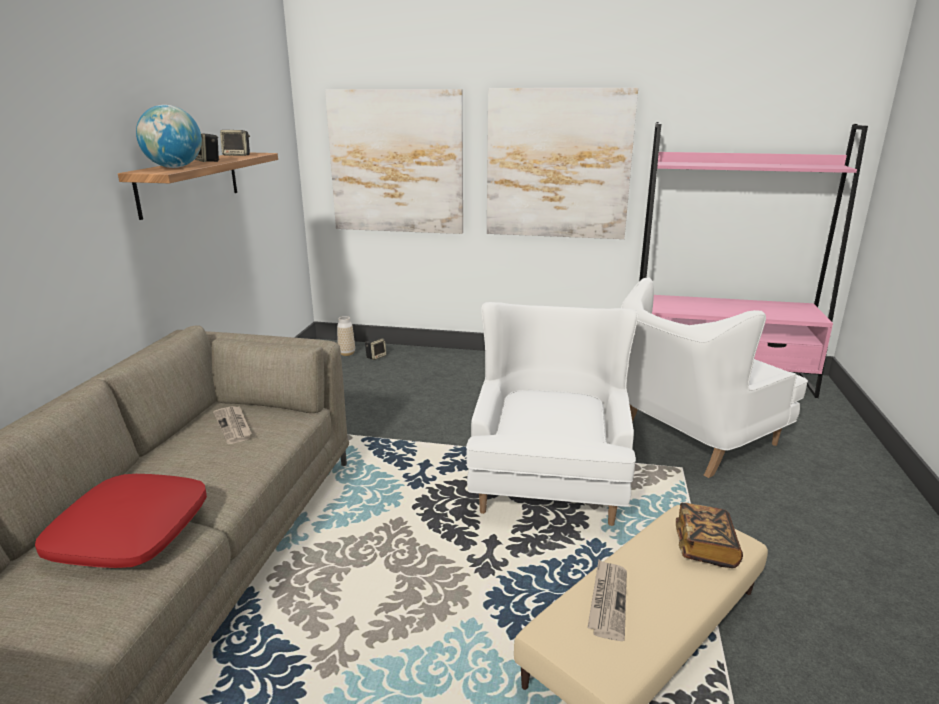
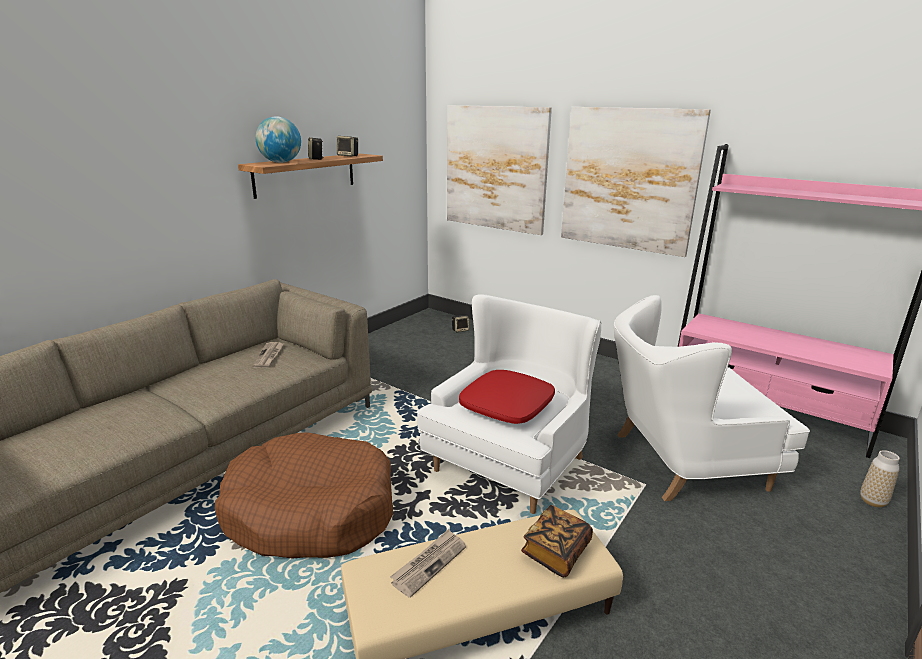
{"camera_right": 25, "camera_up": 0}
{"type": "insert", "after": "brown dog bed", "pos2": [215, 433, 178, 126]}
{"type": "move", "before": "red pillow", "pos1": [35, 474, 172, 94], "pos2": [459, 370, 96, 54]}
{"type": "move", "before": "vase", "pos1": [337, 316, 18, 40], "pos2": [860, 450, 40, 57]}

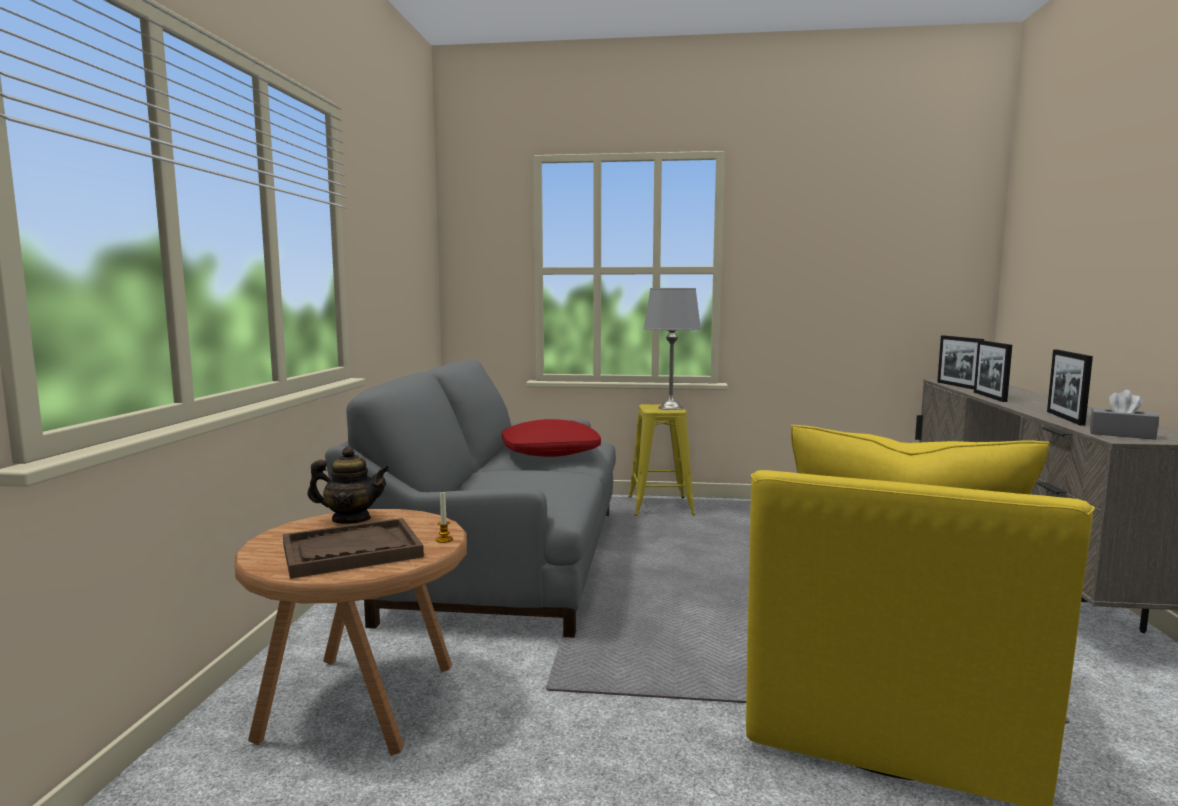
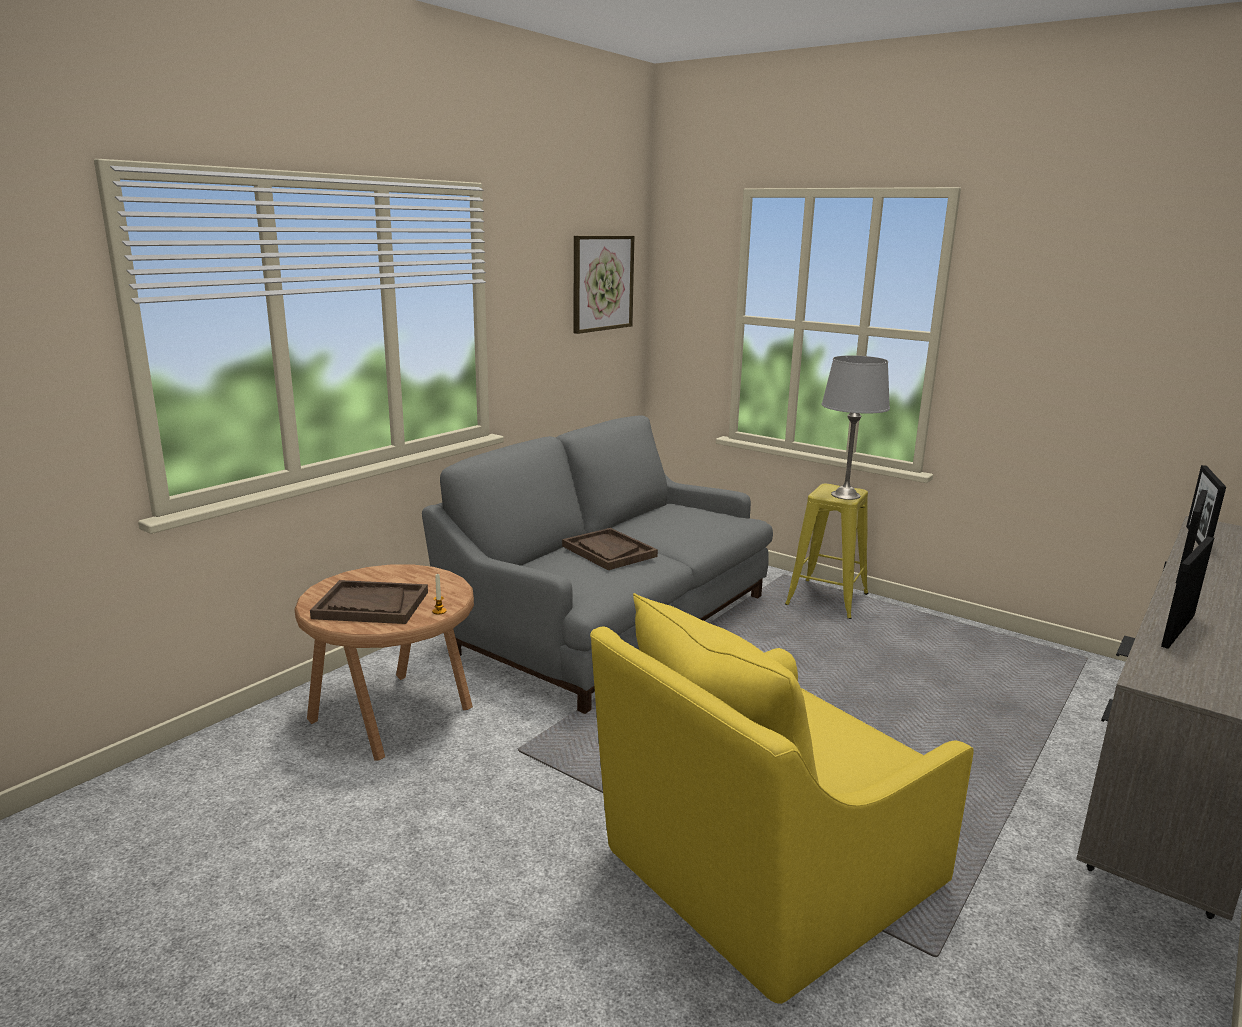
{"camera_right": 30, "camera_up": 10}
{"type": "insert", "after": "brown tray", "pos2": [562, 528, 96, 42]}
{"type": "insert", "after": "picture", "pos2": [574, 236, 61, 98]}
{"type": "delete", "before": "teapot", "pos1": [307, 446, 83, 78]}
{"type": "delete", "before": "red pillow", "pos1": [502, 419, 99, 38]}
{"type": "delete", "before": "grey tissue box", "pos1": [1090, 390, 69, 50]}

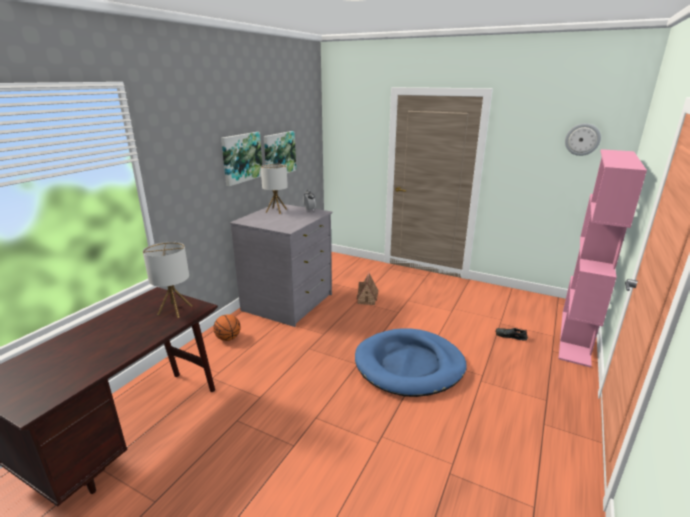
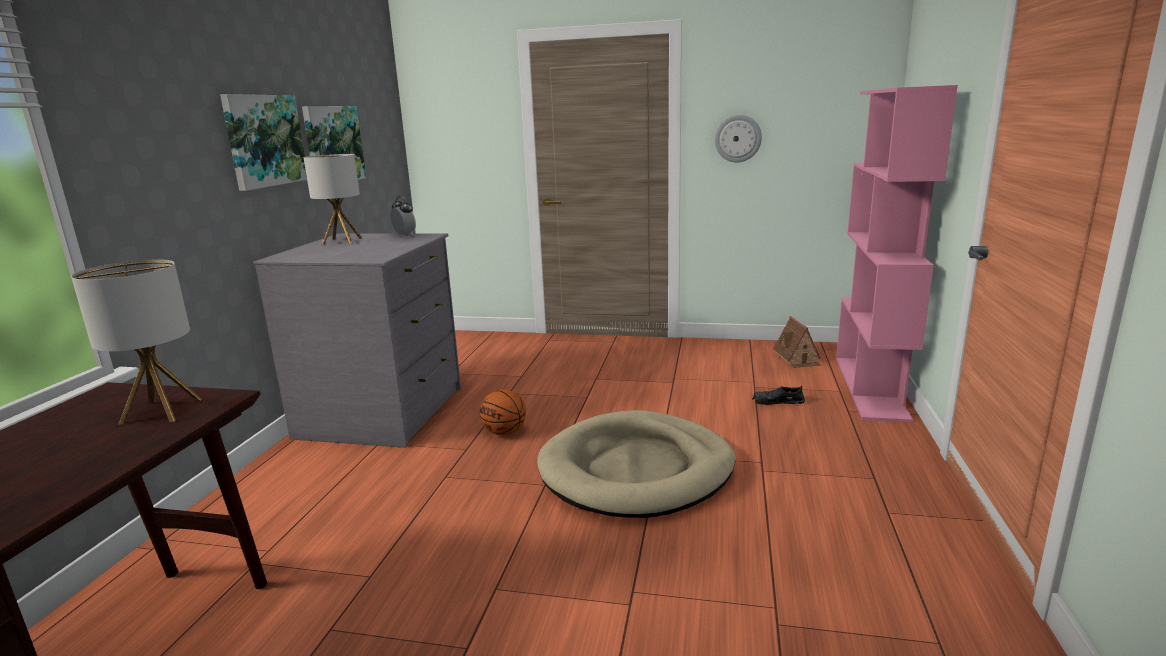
{"camera_right": -15, "camera_up": -5}
{"type": "move", "before": "basketball", "pos1": [213, 314, 28, 27], "pos2": [480, 389, 46, 47]}
{"type": "recolor", "before": "blue dog bed", "after": "beige dog bed", "pos1": [355, 328, 112, 69], "pos2": [537, 410, 198, 108]}
{"type": "move", "before": "wall clock", "pos1": [565, 123, 36, 33], "pos2": [715, 115, 47, 47]}
{"type": "move", "before": "toy house", "pos1": [356, 272, 22, 33], "pos2": [773, 316, 48, 52]}

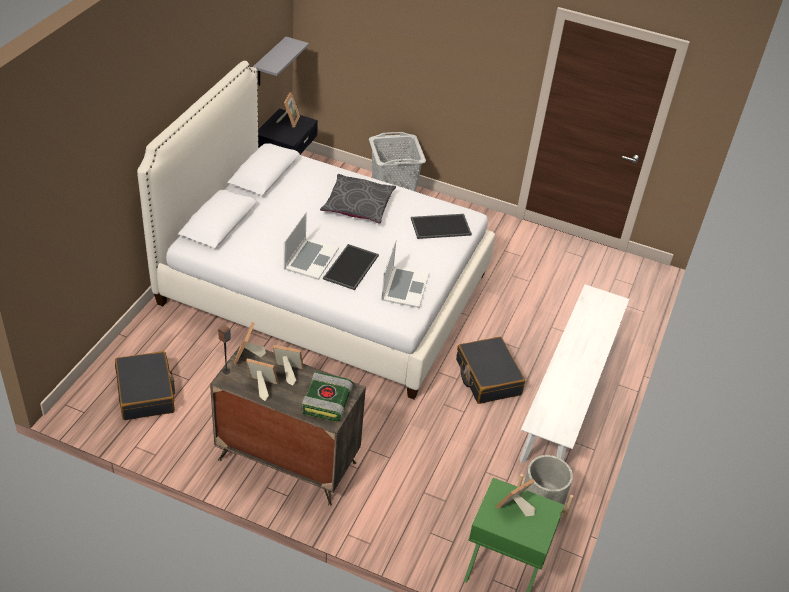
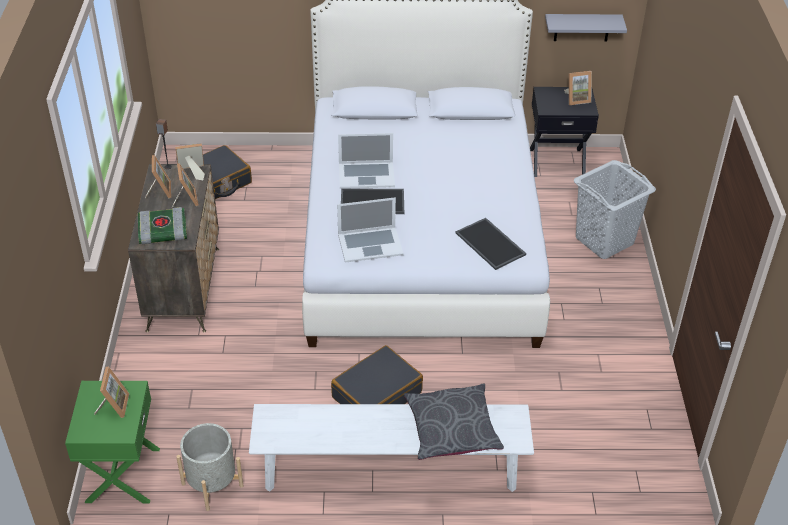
{"camera_right": 70, "camera_up": 0}
{"type": "rotate", "before": "picture frame", "pos1": [496, 479, 39, 37], "pos2": [94, 366, 35, 52], "turn": 60}
{"type": "move", "before": "grey pillow", "pos1": [320, 174, 76, 50], "pos2": [404, 383, 100, 77]}

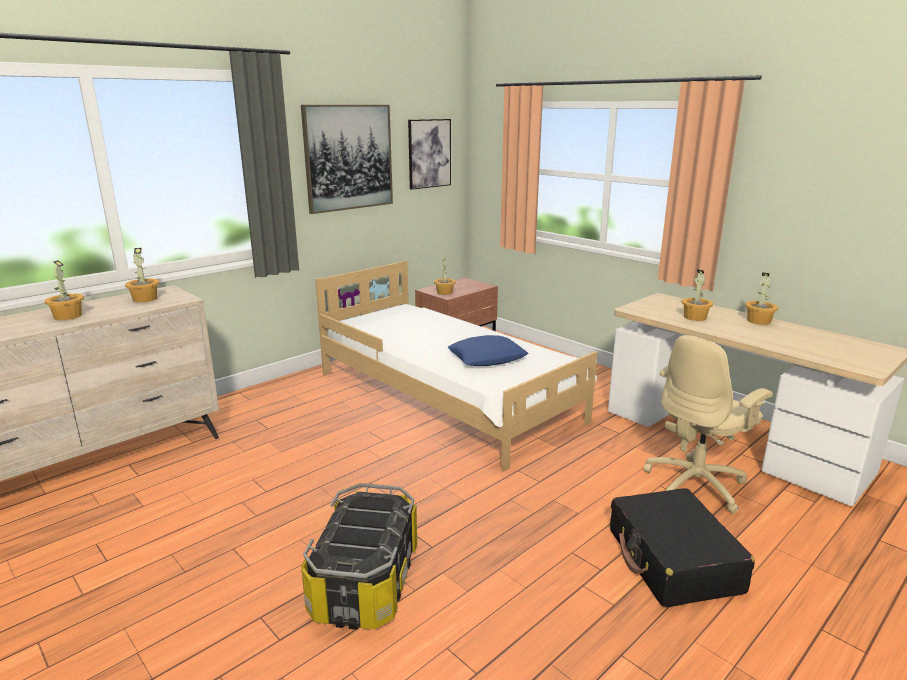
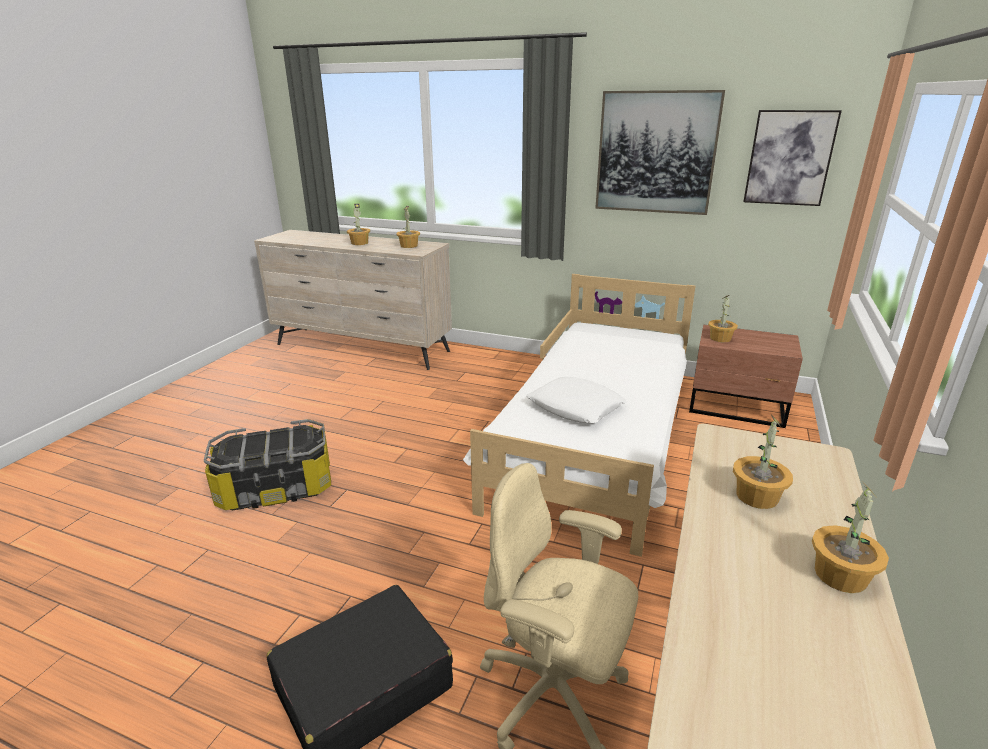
{"camera_right": 65, "camera_up": 5}
{"type": "recolor", "before": "blue pillow", "after": "white pillow", "pos1": [448, 335, 80, 31], "pos2": [526, 377, 101, 46]}

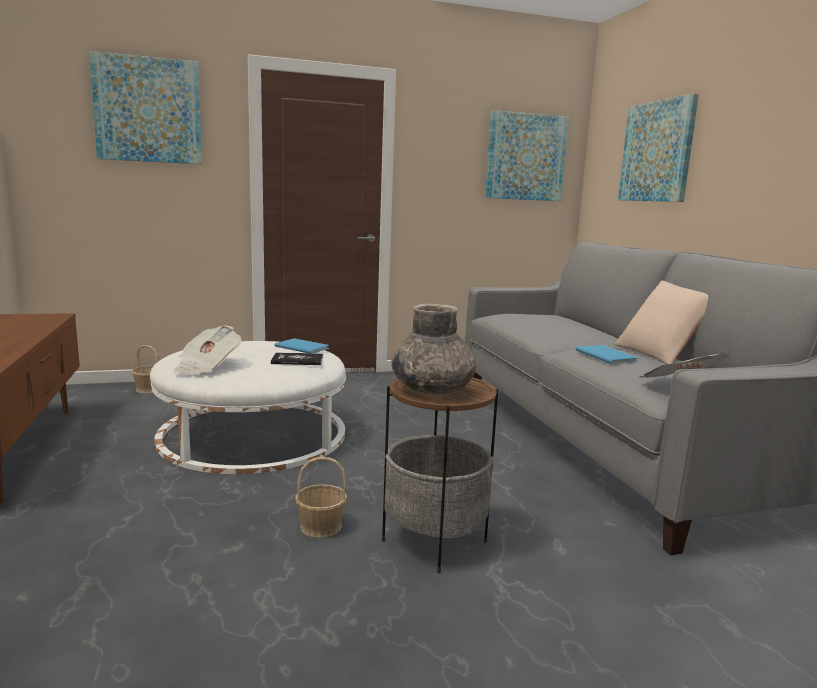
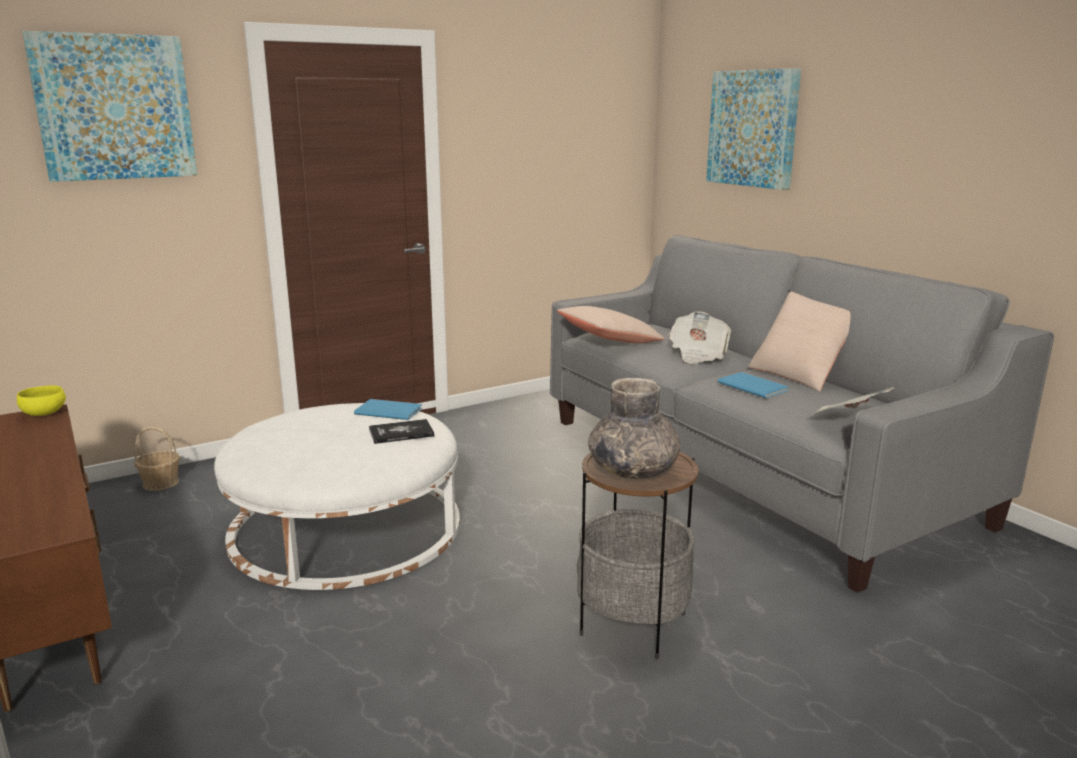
{"camera_right": -15, "camera_up": 5}
{"type": "insert", "after": "yellow bowl", "pos2": [17, 385, 49, 31]}
{"type": "insert", "after": "beige pillow", "pos2": [557, 306, 108, 37]}
{"type": "move", "before": "newspaper", "pos1": [173, 325, 68, 49], "pos2": [668, 311, 63, 53]}
{"type": "delete", "before": "basket", "pos1": [295, 457, 52, 81]}
{"type": "delete", "before": "picture", "pos1": [485, 110, 84, 91]}

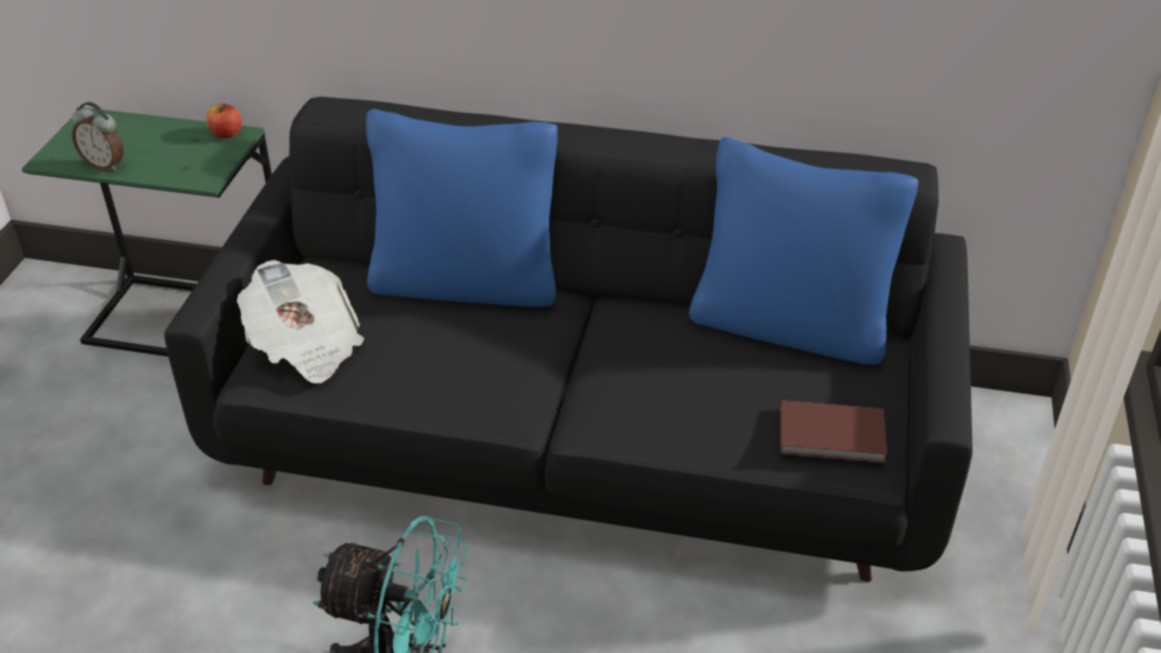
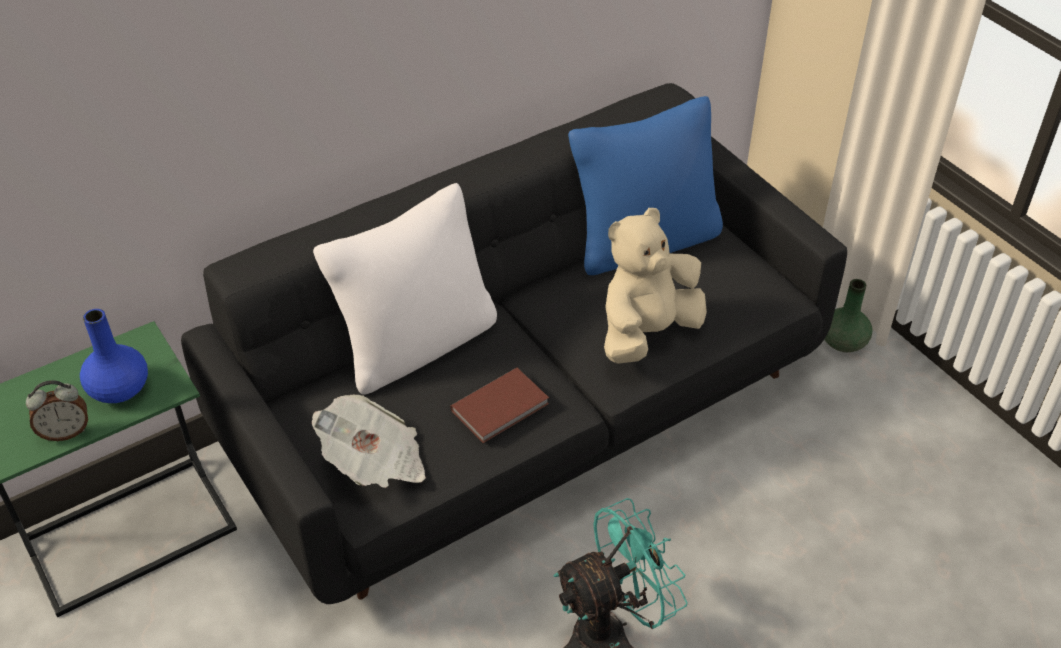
{"camera_right": -45, "camera_up": 5}
{"type": "insert", "after": "blue vase", "pos2": [80, 309, 68, 94]}
{"type": "recolor", "before": "blue pillow", "after": "white pillow", "pos1": [366, 109, 192, 198], "pos2": [313, 183, 184, 212]}
{"type": "move", "before": "brown book", "pos1": [780, 400, 108, 63], "pos2": [450, 368, 99, 75]}
{"type": "insert", "after": "beige plush toy", "pos2": [604, 208, 103, 156]}
{"type": "insert", "after": "green vase", "pos2": [824, 279, 49, 73]}
{"type": "delete", "before": "apple", "pos1": [206, 103, 36, 35]}

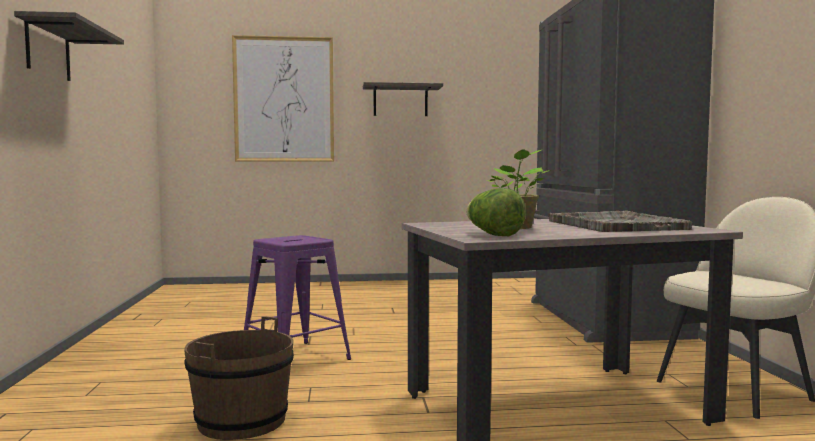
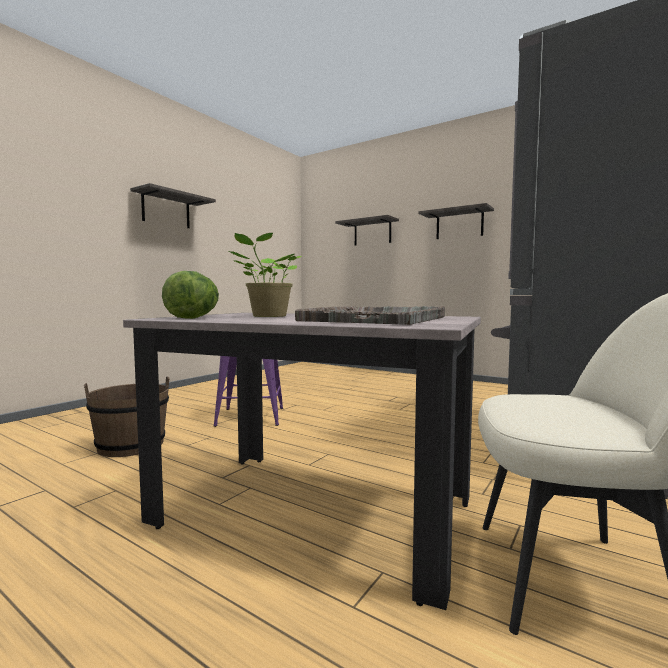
{"camera_right": 40, "camera_up": 0}
{"type": "replace", "before": "picture", "after": "shelf", "pos1": [232, 35, 102, 126], "pos2": [335, 215, 64, 31]}

